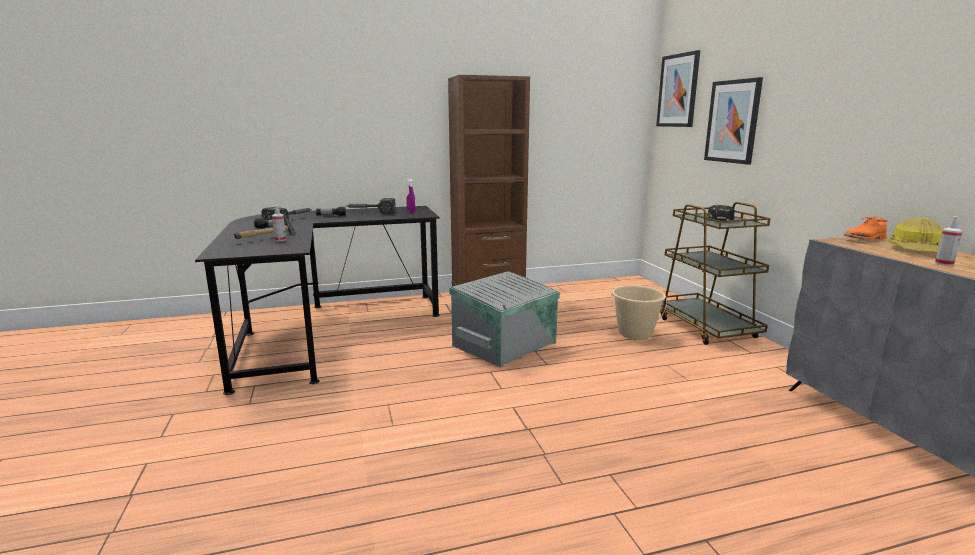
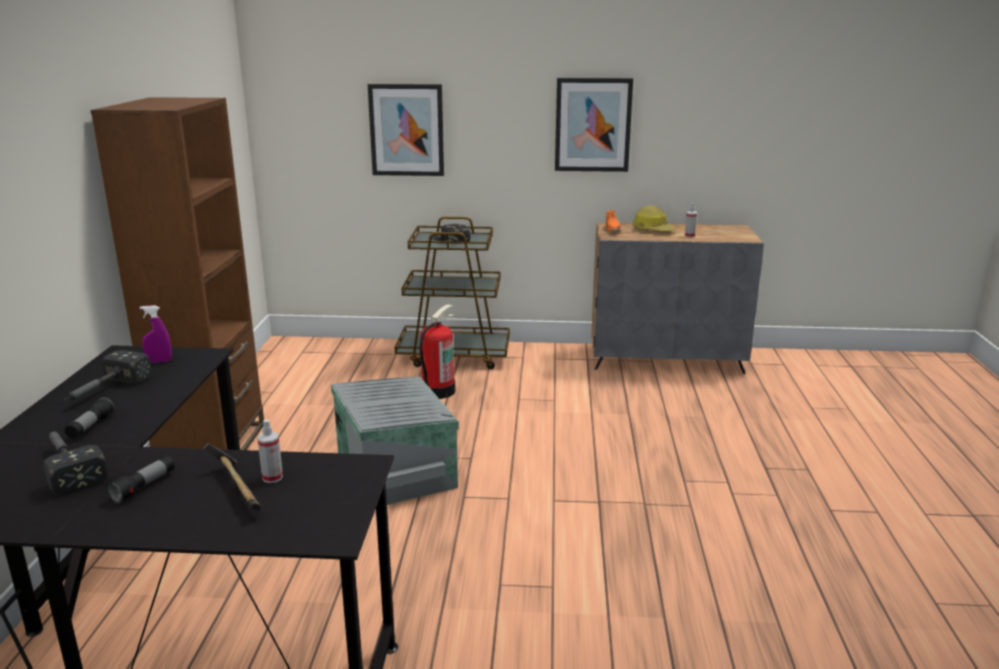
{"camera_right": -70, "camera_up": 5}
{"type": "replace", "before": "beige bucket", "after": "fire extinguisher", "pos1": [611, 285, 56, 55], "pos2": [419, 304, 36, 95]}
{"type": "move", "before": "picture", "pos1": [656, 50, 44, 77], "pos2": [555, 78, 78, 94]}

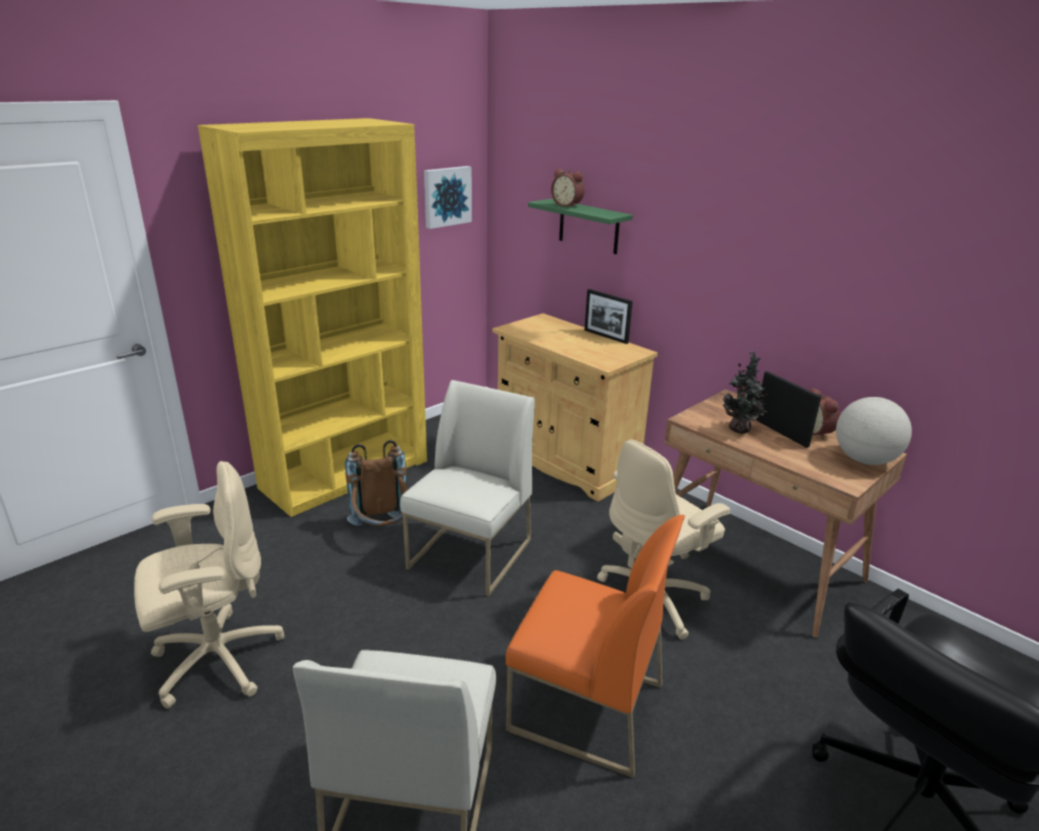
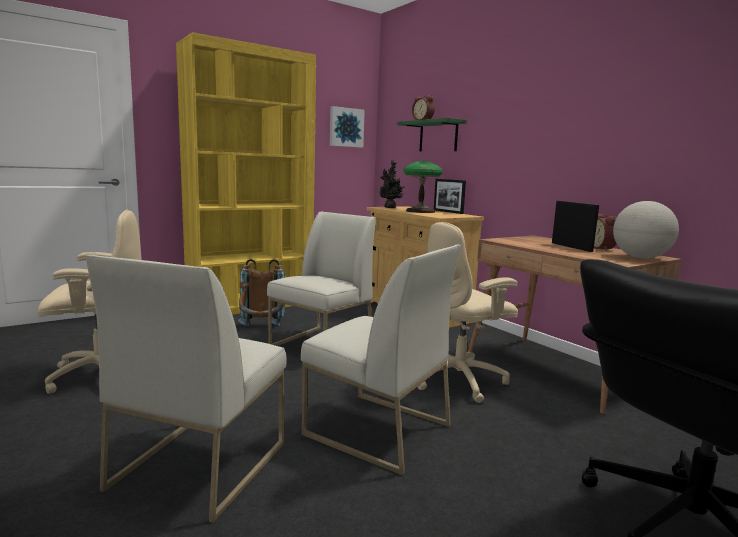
{"camera_right": 10, "camera_up": -15}
{"type": "recolor", "before": "orange chair", "after": "white chair", "pos1": [506, 515, 179, 263], "pos2": [301, 244, 160, 232]}
{"type": "move", "before": "potted plant", "pos1": [723, 351, 45, 82], "pos2": [379, 160, 26, 48]}
{"type": "insert", "after": "table lamp", "pos2": [403, 160, 40, 53]}

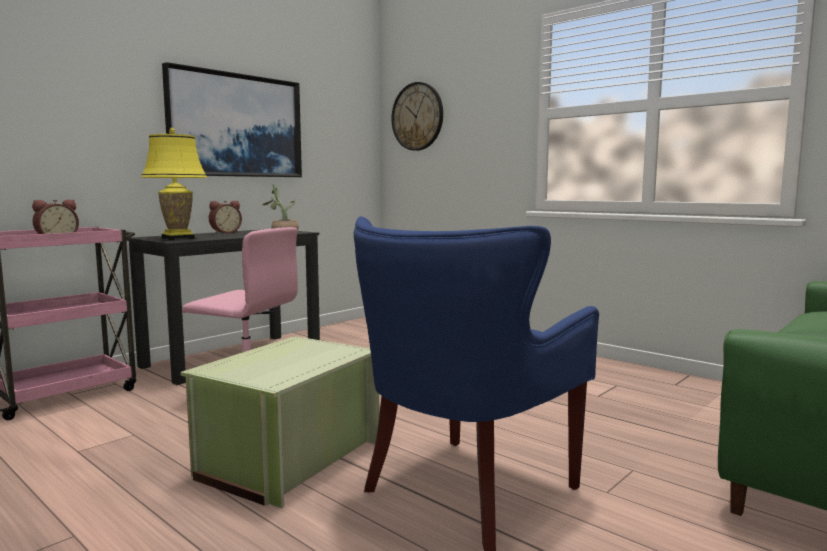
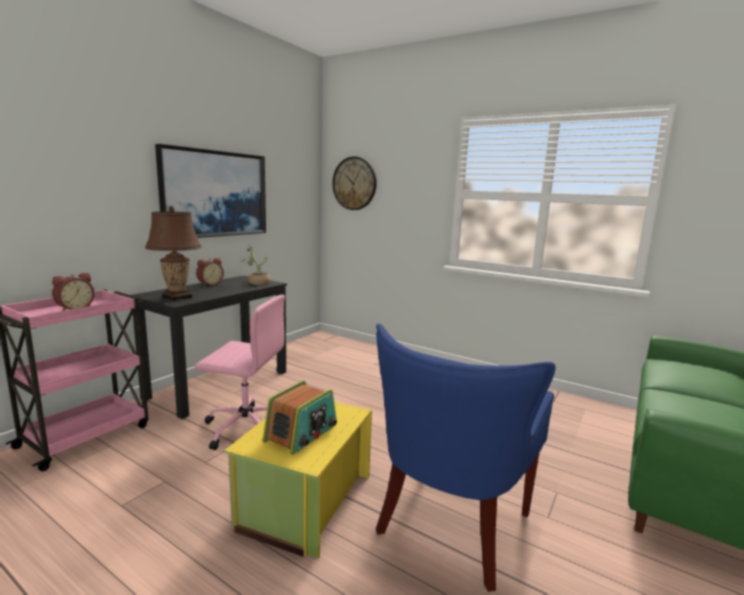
{"camera_right": -10, "camera_up": 5}
{"type": "recolor", "before": "yellow table lamp", "after": "brown table lamp", "pos1": [141, 128, 66, 112], "pos2": [145, 206, 57, 95]}
{"type": "recolor", "before": "green storage box", "after": "yellow storage box", "pos1": [180, 336, 199, 172], "pos2": [224, 402, 148, 157]}
{"type": "insert", "after": "radio", "pos2": [263, 381, 74, 74]}

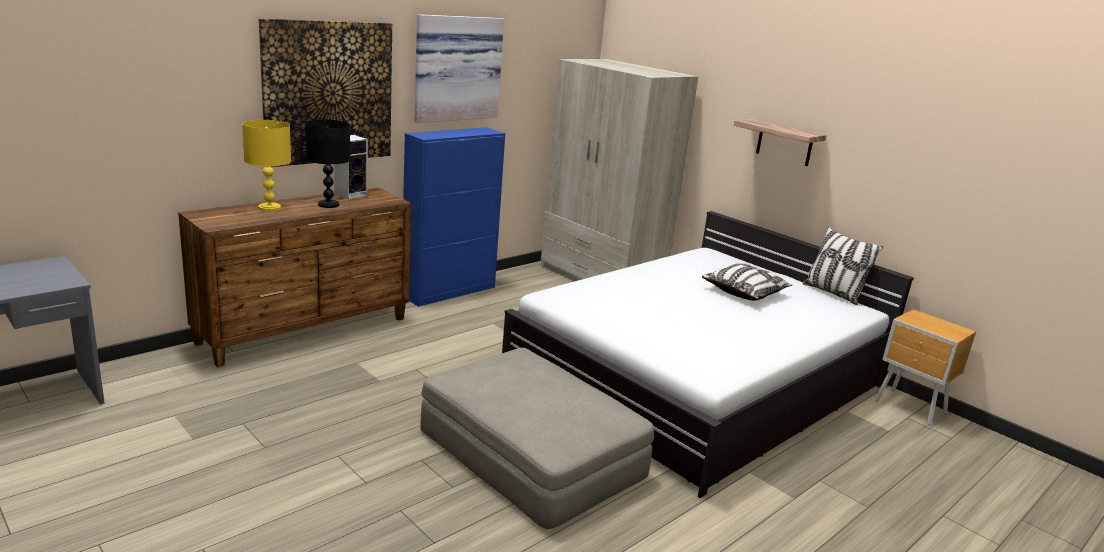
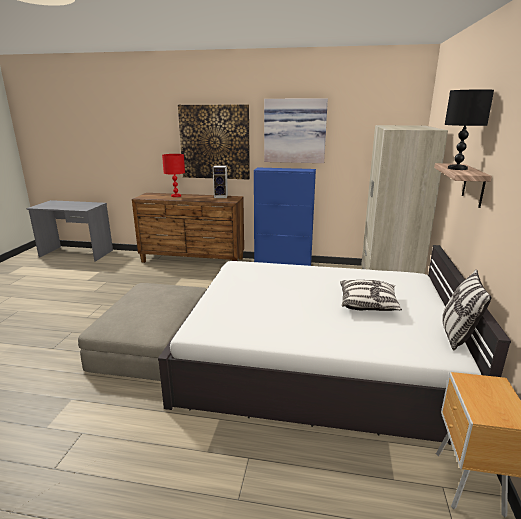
{"camera_right": 55, "camera_up": 0}
{"type": "recolor", "before": "yellow table lamp", "after": "red table lamp", "pos1": [242, 120, 49, 92], "pos2": [162, 154, 23, 43]}
{"type": "move", "before": "black table lamp", "pos1": [305, 120, 45, 88], "pos2": [445, 89, 49, 81]}

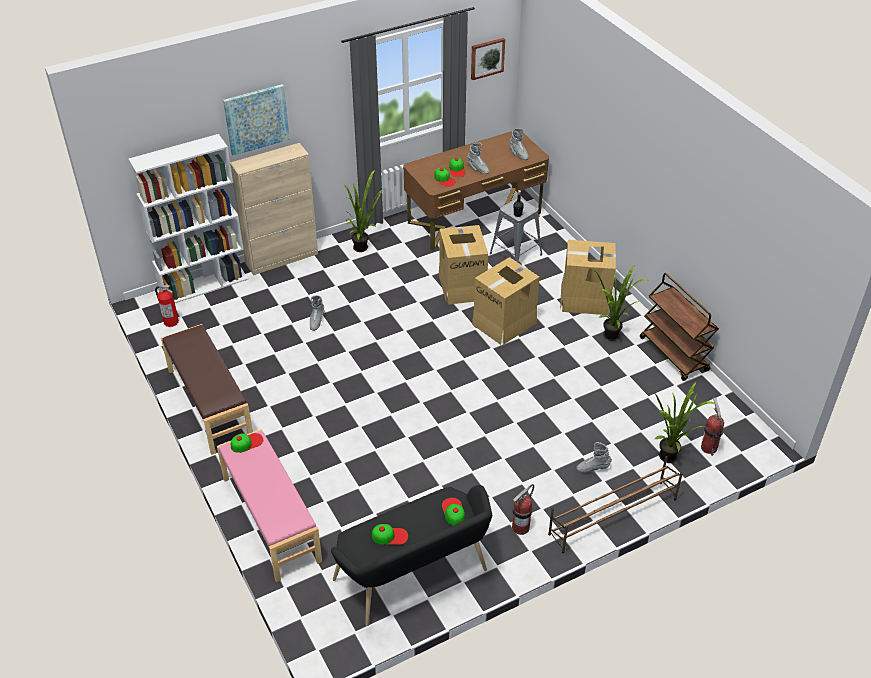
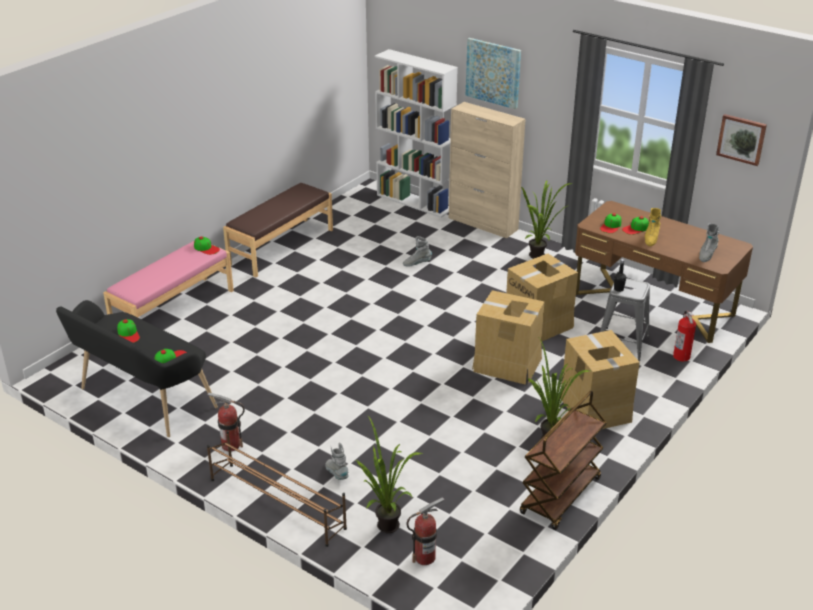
{"camera_right": 65, "camera_up": -10}
{"type": "recolor", "before": "grey boot", "after": "yellow boot", "pos1": [467, 143, 22, 31], "pos2": [645, 208, 16, 38]}
{"type": "move", "before": "fire extinguisher", "pos1": [155, 285, 24, 42], "pos2": [673, 311, 23, 51]}

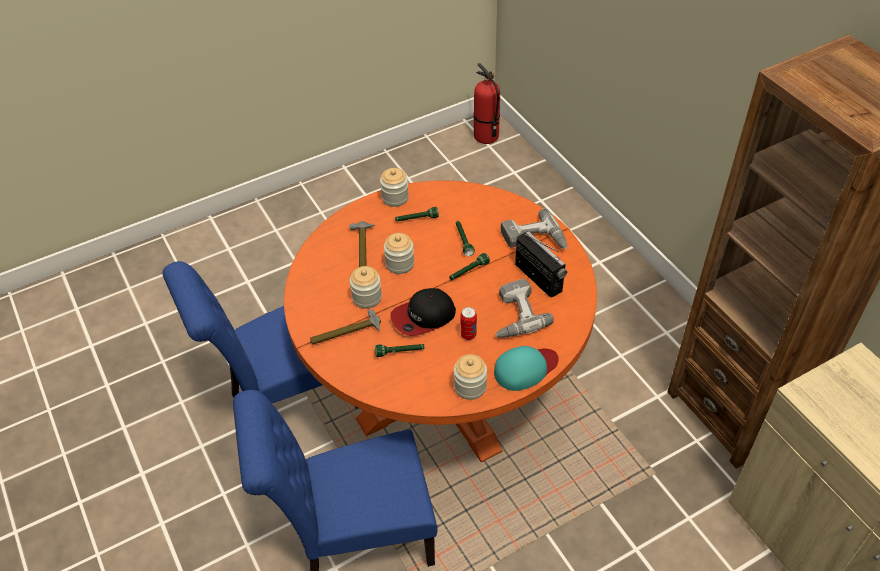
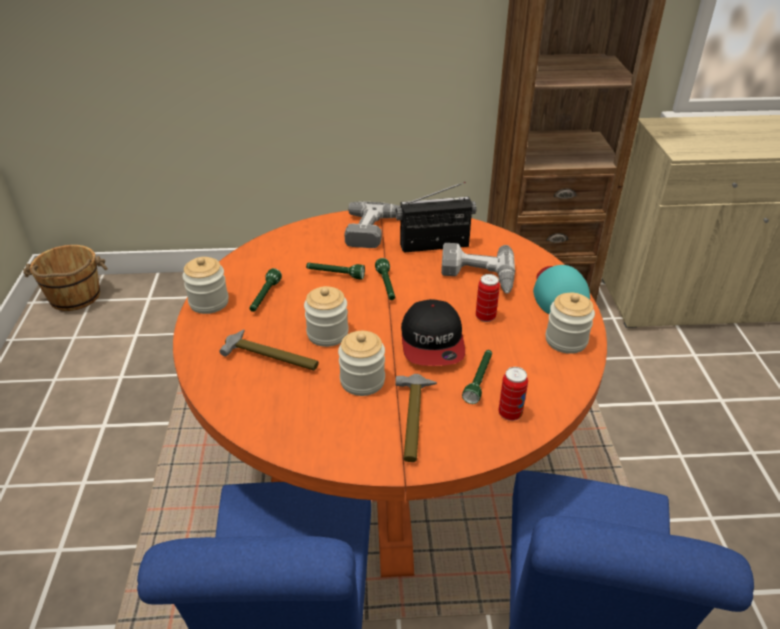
{"camera_right": -65, "camera_up": -10}
{"type": "replace", "before": "fire extinguisher", "after": "brown bucket", "pos1": [473, 63, 27, 81], "pos2": [23, 245, 85, 66]}
{"type": "insert", "after": "can", "pos2": [499, 367, 29, 54]}

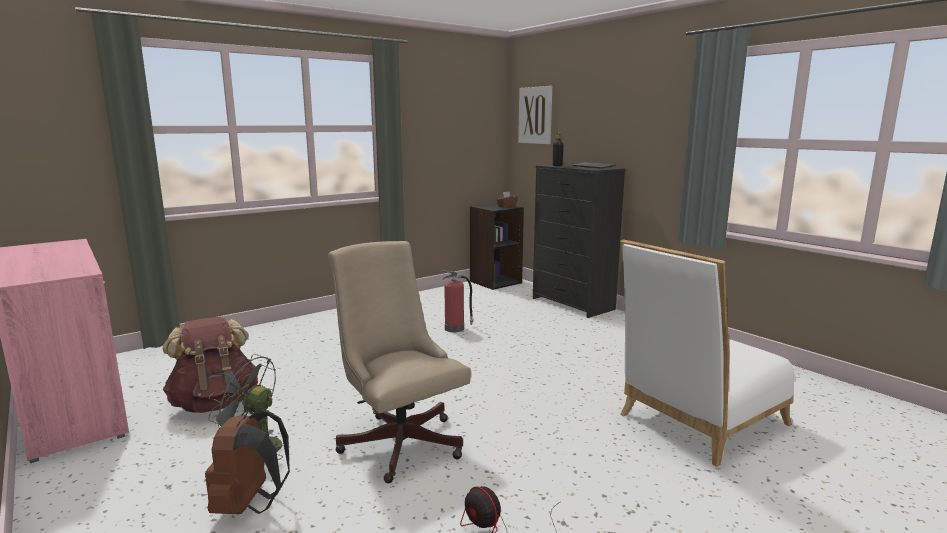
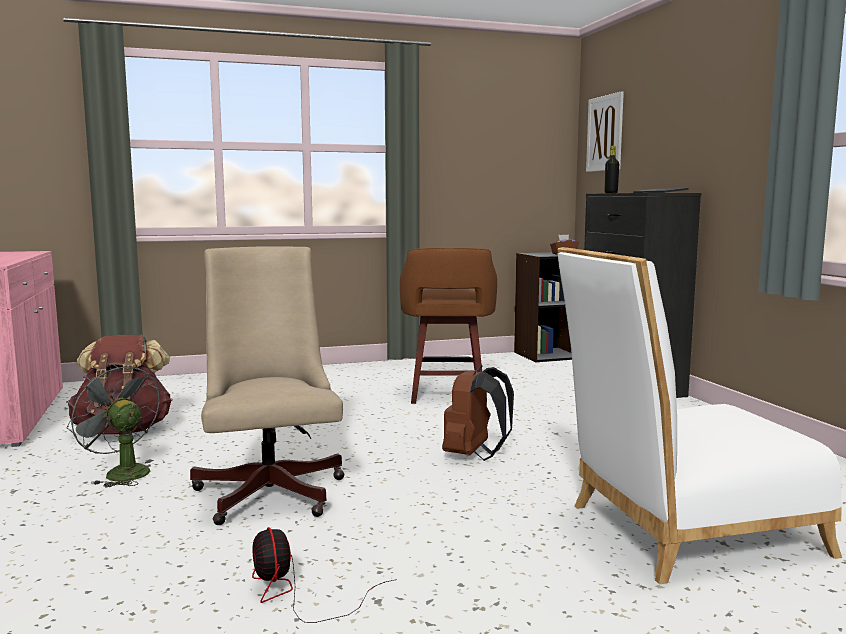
{"camera_right": 20, "camera_up": -5}
{"type": "replace", "before": "fire extinguisher", "after": "brown stool", "pos1": [442, 270, 31, 62], "pos2": [400, 248, 97, 156]}
{"type": "move", "before": "brown backpack", "pos1": [205, 410, 85, 104], "pos2": [442, 365, 72, 96]}

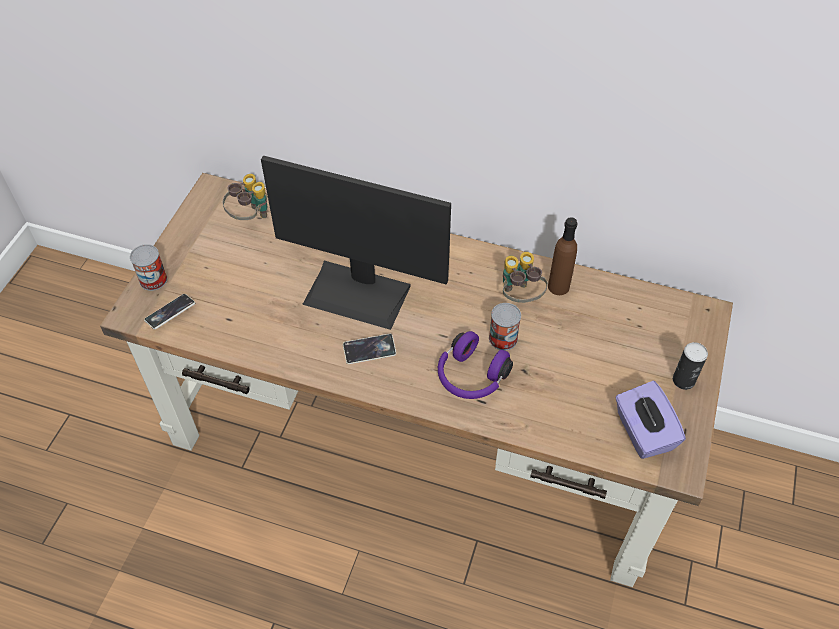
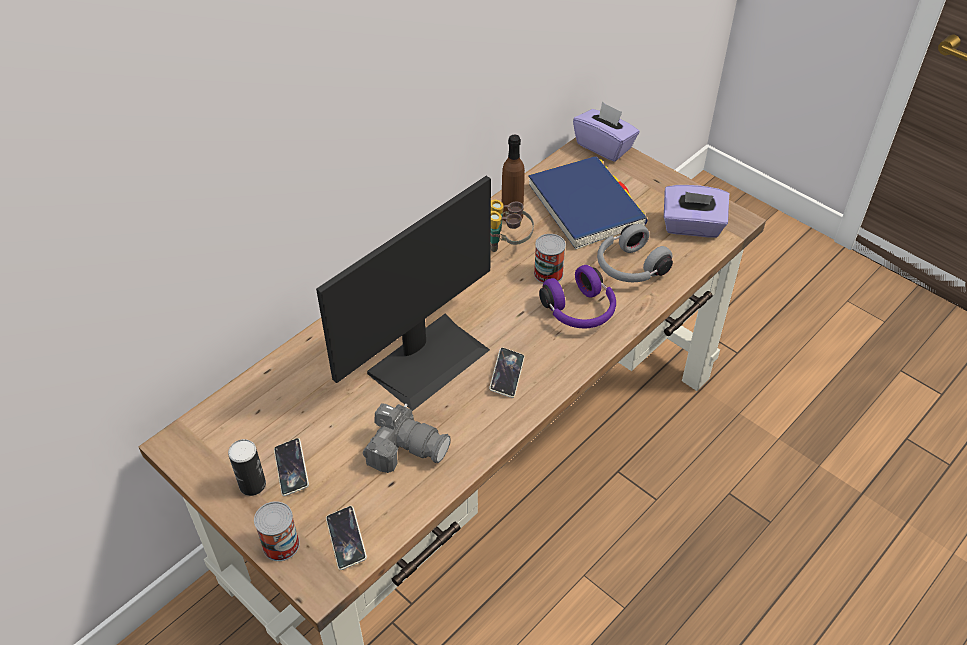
{"camera_right": -65, "camera_up": -5}
{"type": "move", "before": "can", "pos1": [673, 342, 35, 48], "pos2": [228, 439, 38, 57]}
{"type": "insert", "after": "phone", "pos2": [274, 438, 35, 58]}
{"type": "insert", "after": "photo camera", "pos2": [363, 403, 88, 70]}
{"type": "insert", "after": "blue book", "pos2": [528, 156, 120, 93]}
{"type": "insert", "after": "purple tissue box", "pos2": [573, 101, 66, 61]}
{"type": "insert", "after": "grey headphones", "pos2": [597, 224, 76, 58]}
{"type": "delete", "before": "binoculars", "pos1": [223, 174, 45, 46]}

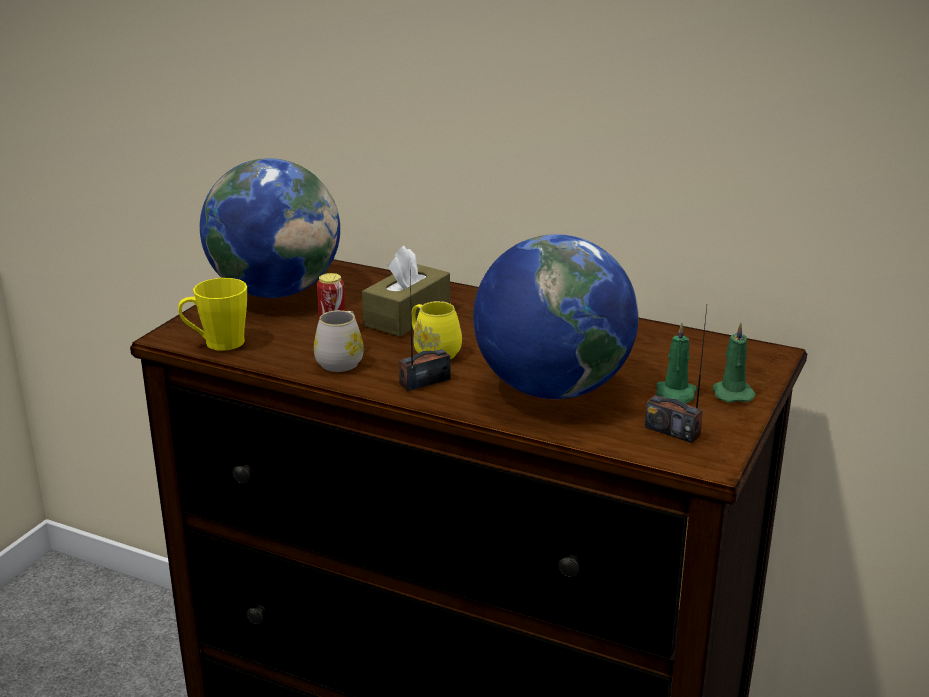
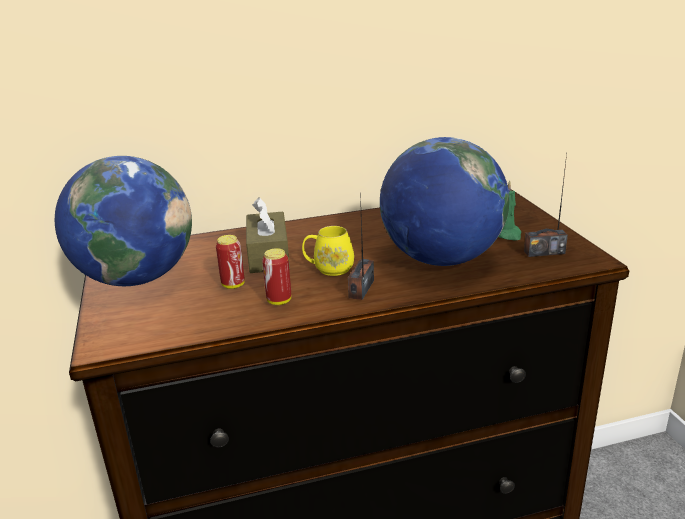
{"camera_right": -40, "camera_up": 0}
{"type": "replace", "before": "white mug", "after": "can", "pos1": [314, 310, 50, 62], "pos2": [262, 248, 29, 57]}
{"type": "delete", "before": "yellow mug", "pos1": [178, 278, 69, 73]}
{"type": "delete", "before": "green candle", "pos1": [713, 322, 43, 81]}

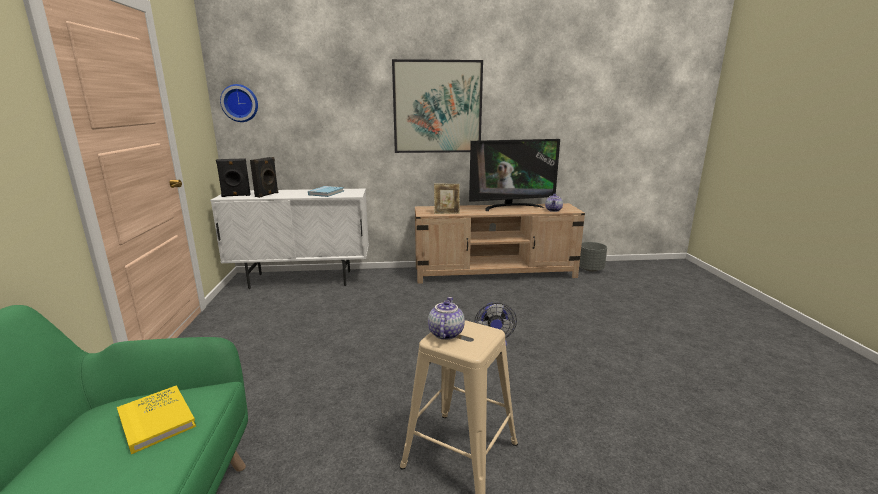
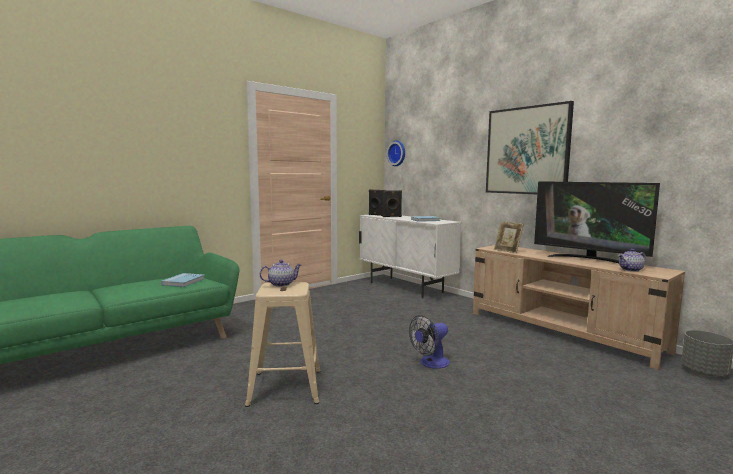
{"camera_right": 55, "camera_up": -10}
{"type": "recolor", "before": "yellow book", "after": "blue book", "pos1": [117, 385, 79, 69], "pos2": [161, 273, 44, 14]}

